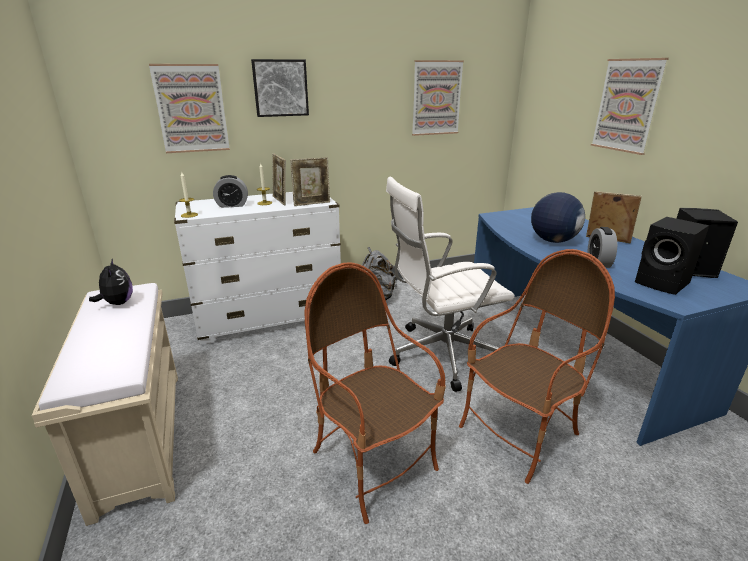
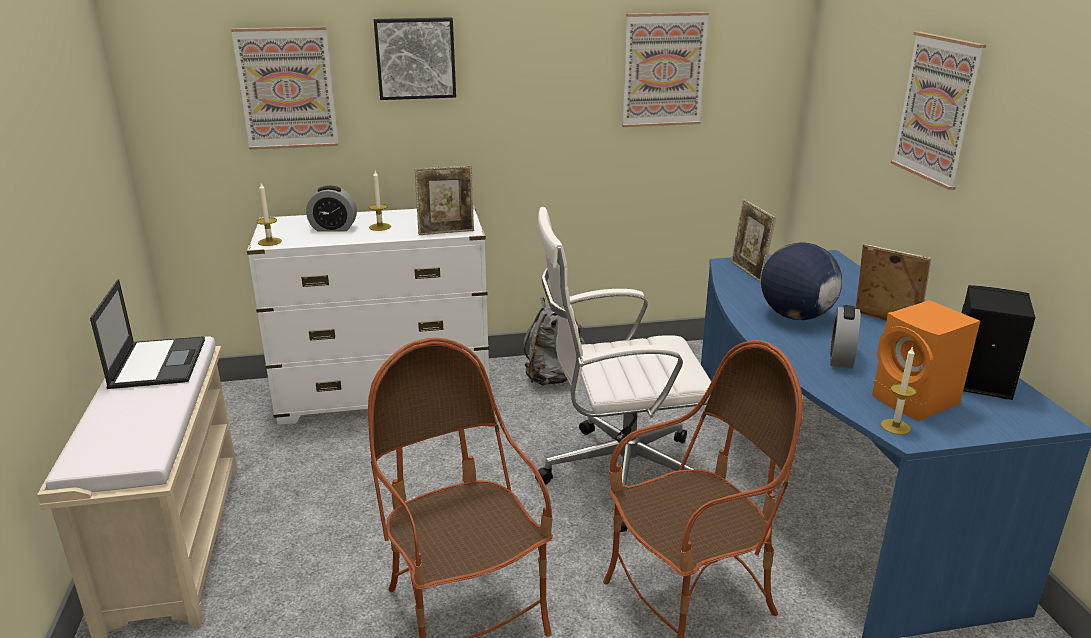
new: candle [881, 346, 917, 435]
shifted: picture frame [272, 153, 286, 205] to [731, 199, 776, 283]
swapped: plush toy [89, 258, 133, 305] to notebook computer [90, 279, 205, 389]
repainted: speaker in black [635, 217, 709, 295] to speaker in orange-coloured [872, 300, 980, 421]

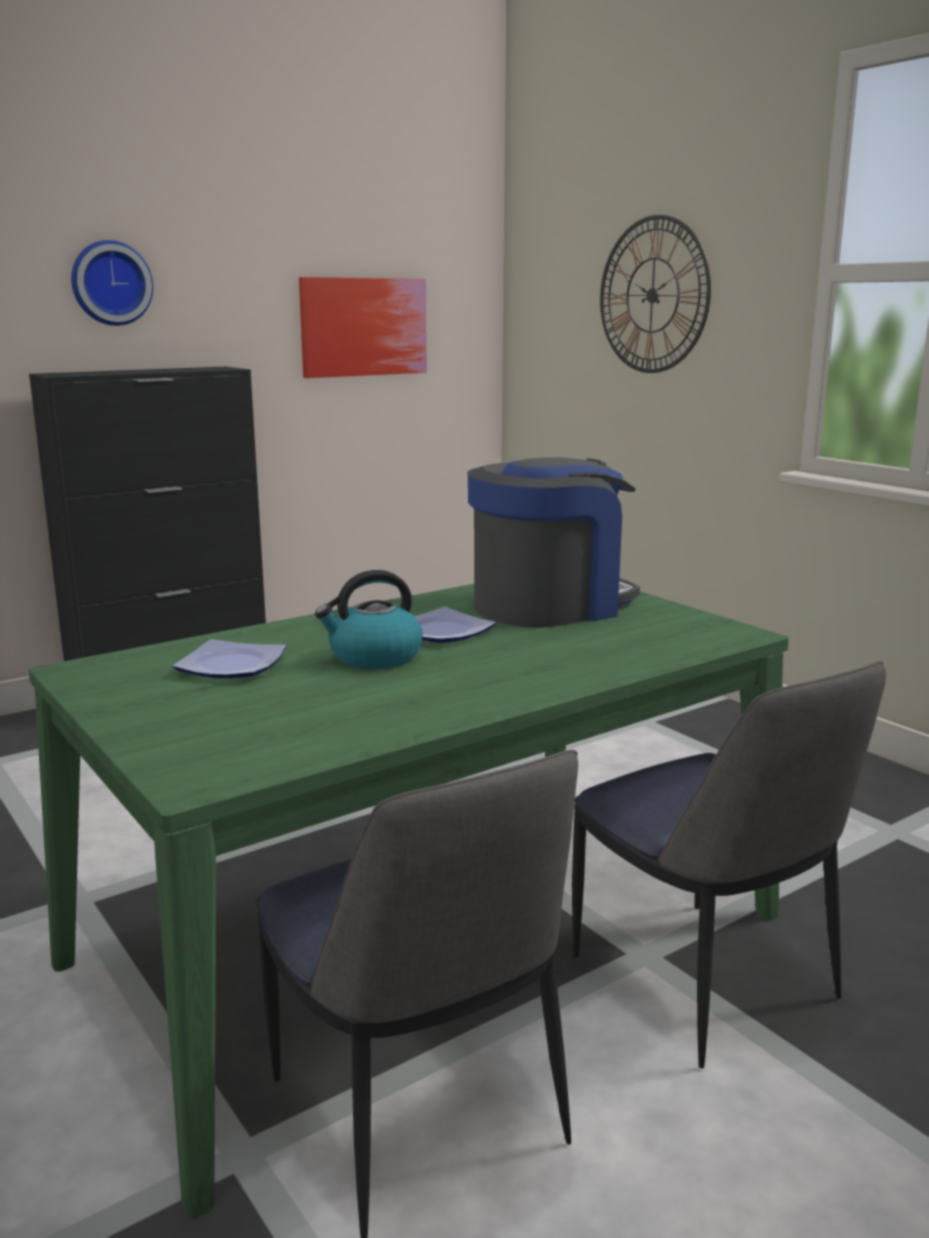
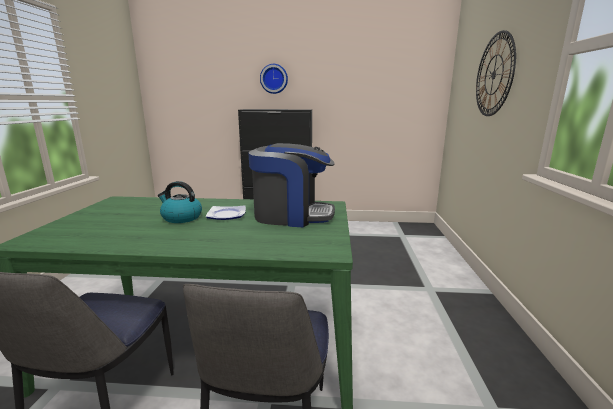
gone: dinner plate [173, 639, 286, 678]; wall art [299, 277, 427, 378]

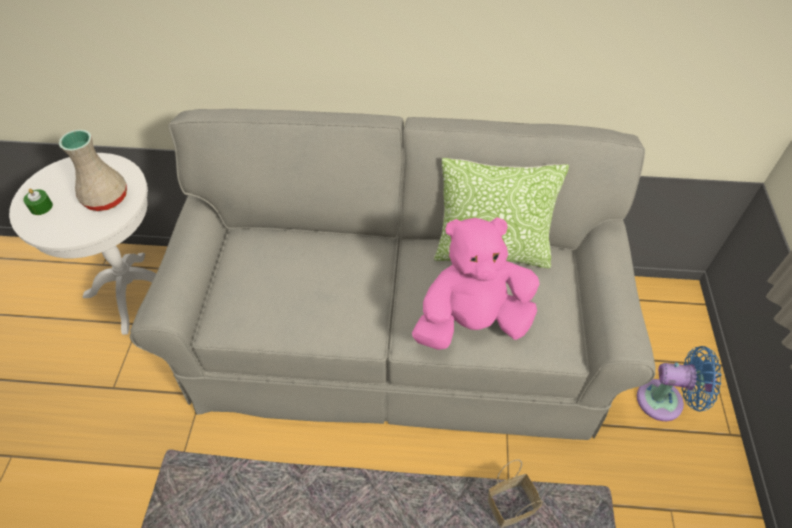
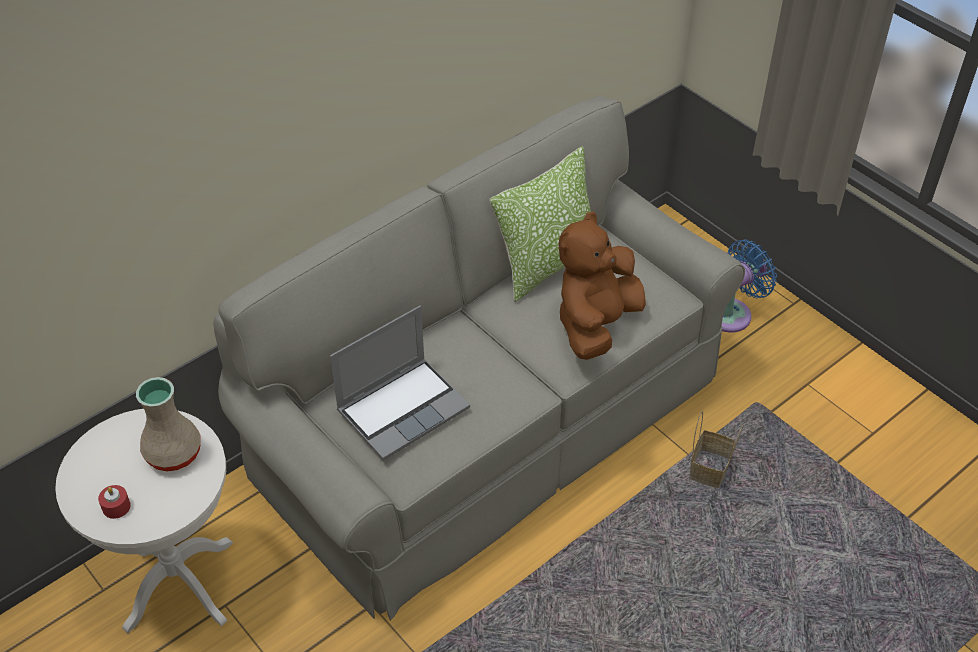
new: notebook computer [330, 305, 470, 460]
repainted: candle in green [23, 189, 53, 215] to candle in reddish [98, 485, 131, 519]; plush toy in pink [412, 217, 540, 350] to plush toy in brown [559, 211, 646, 360]

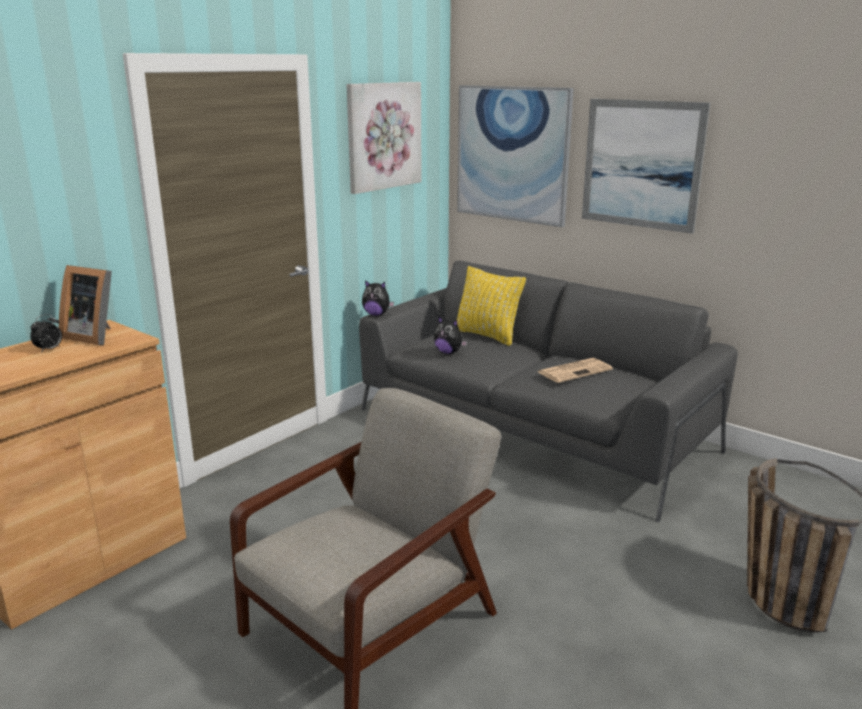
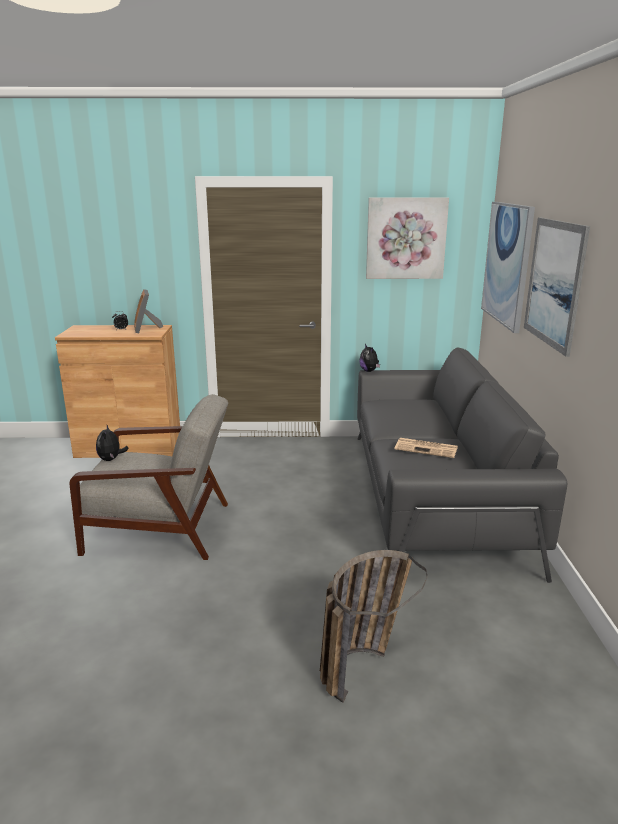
gone: pillow in yellow [457, 266, 526, 346]
shifted: plush toy [434, 316, 467, 354] to [96, 425, 129, 461]

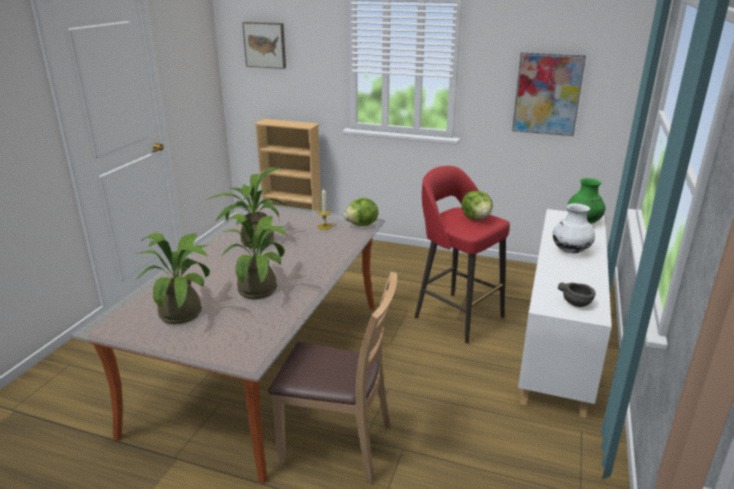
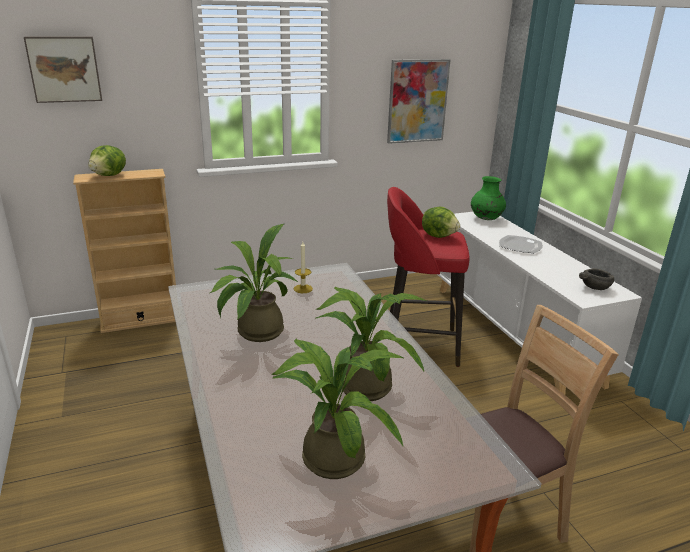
shifted: lettuce head [343, 198, 378, 226] to [88, 145, 126, 176]
swapped: vase in whitish [553, 203, 595, 253] to dinner plate [499, 235, 543, 253]

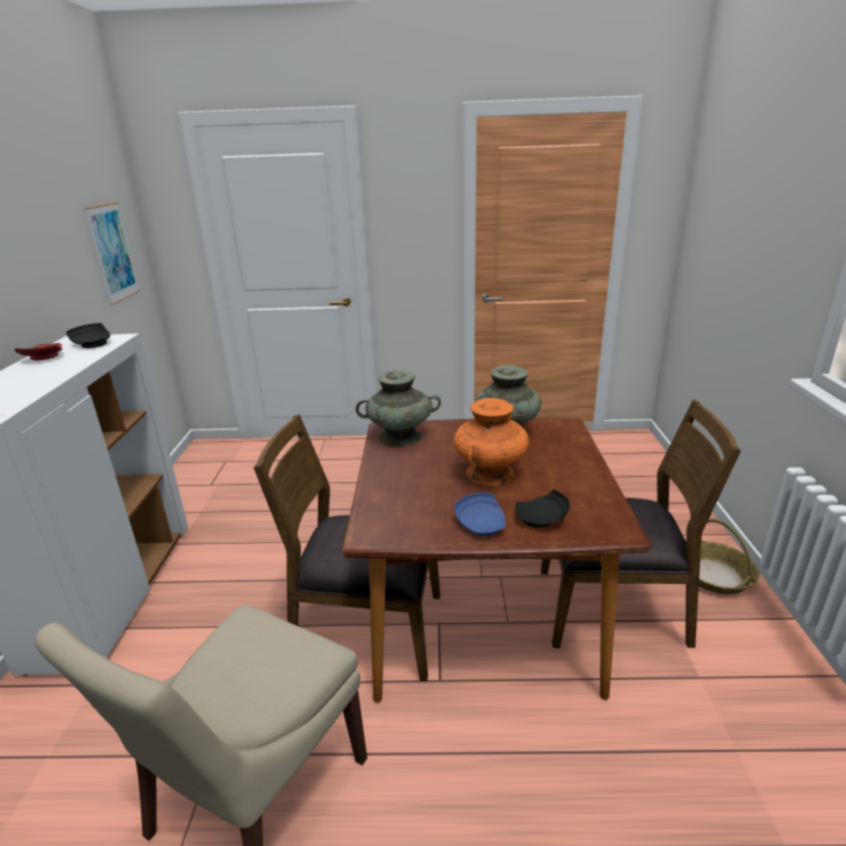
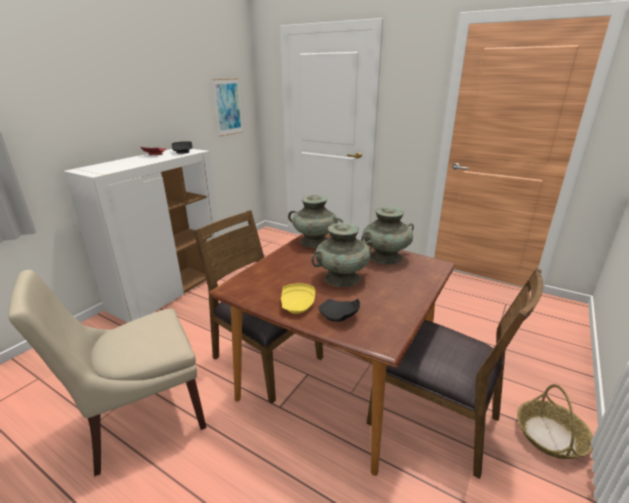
repainted: dinner plate in blue-coloured [454, 493, 506, 536] to dinner plate in yellow [281, 283, 315, 314]; vase in orange-coloured [454, 398, 529, 486] to vase in turquoise-coloured [311, 222, 373, 287]

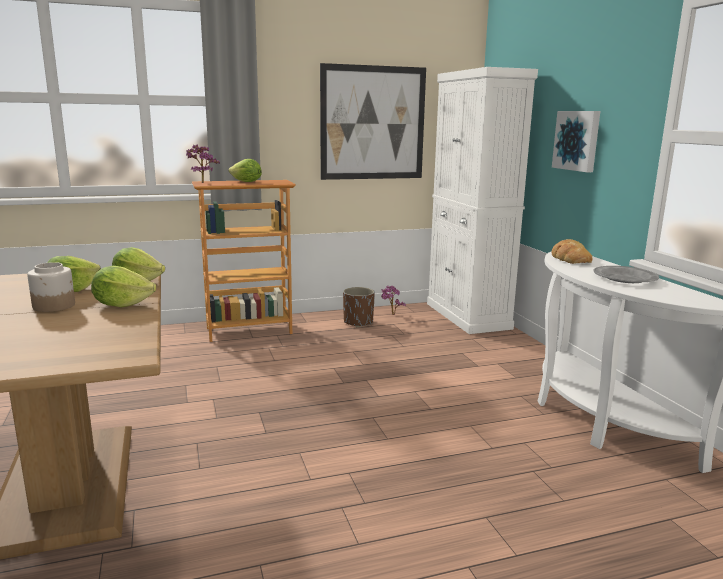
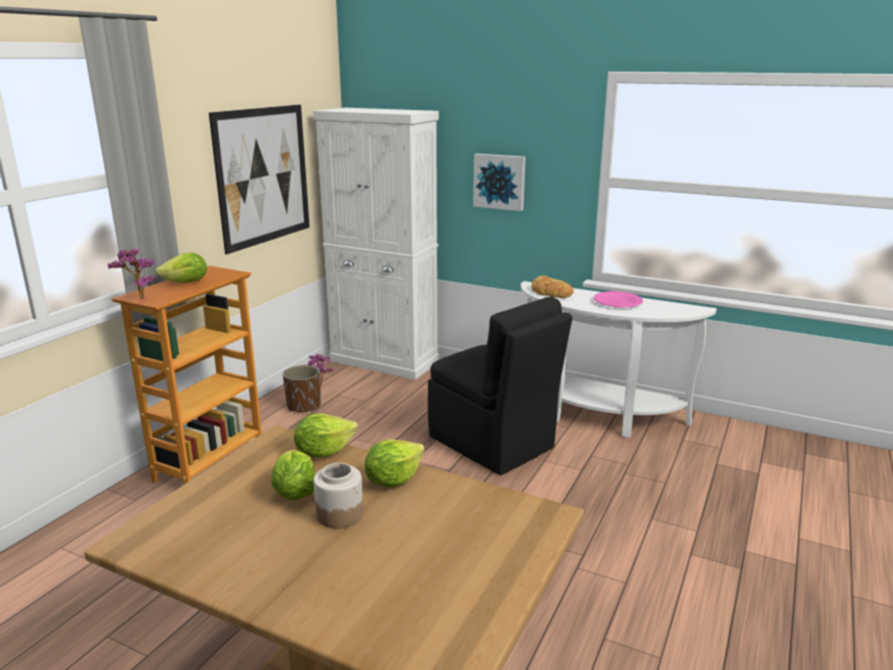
new: upright chair in black [428, 297, 572, 475]
repainted: dinner plate in greyish [593, 266, 659, 283] to dinner plate in pink [594, 291, 643, 308]

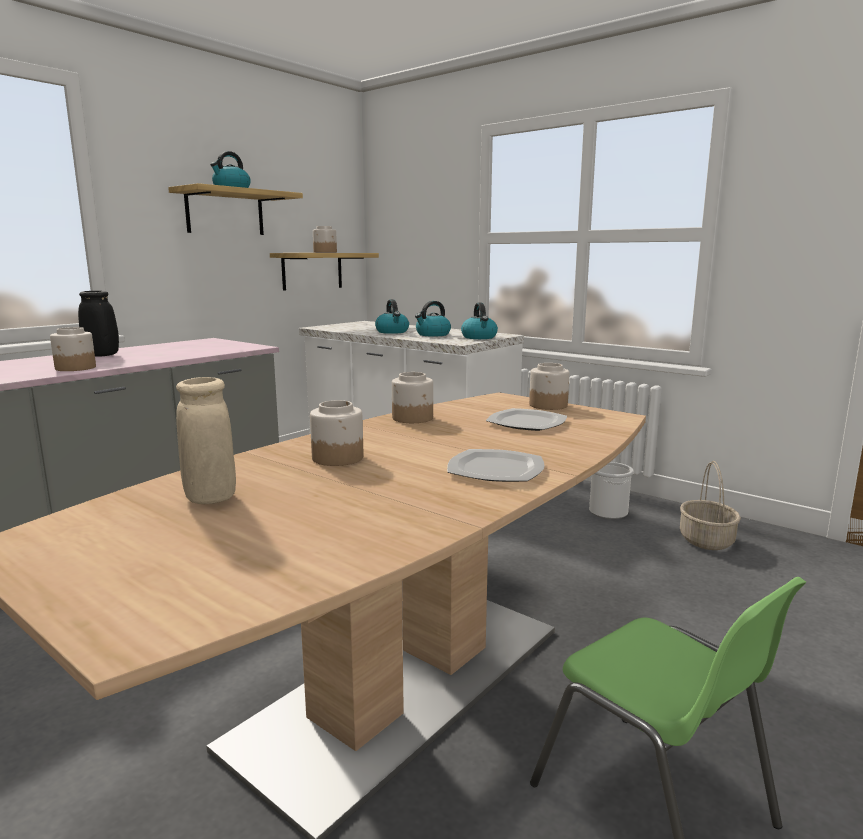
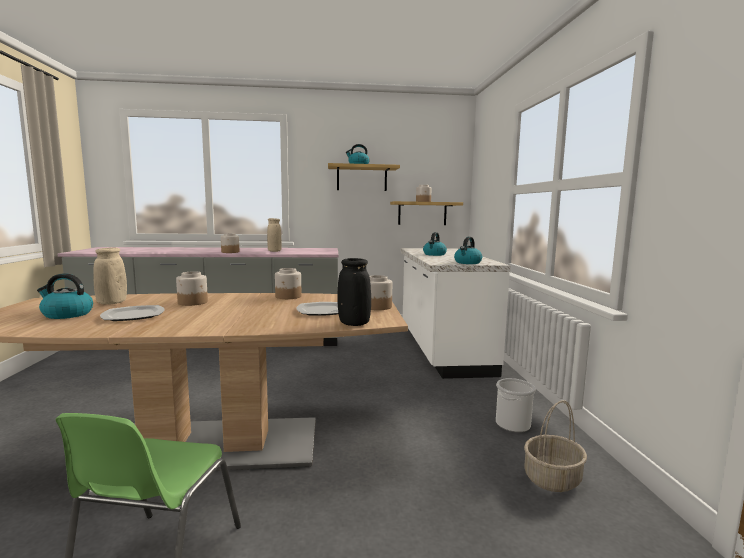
new: vase in sand-coloured [267, 218, 282, 252]
shifted: water kettle [415, 301, 451, 337] to [37, 273, 93, 319]; dinner plate [447, 449, 545, 482] to [100, 305, 165, 321]; vase in black [78, 291, 119, 357] to [337, 258, 371, 326]

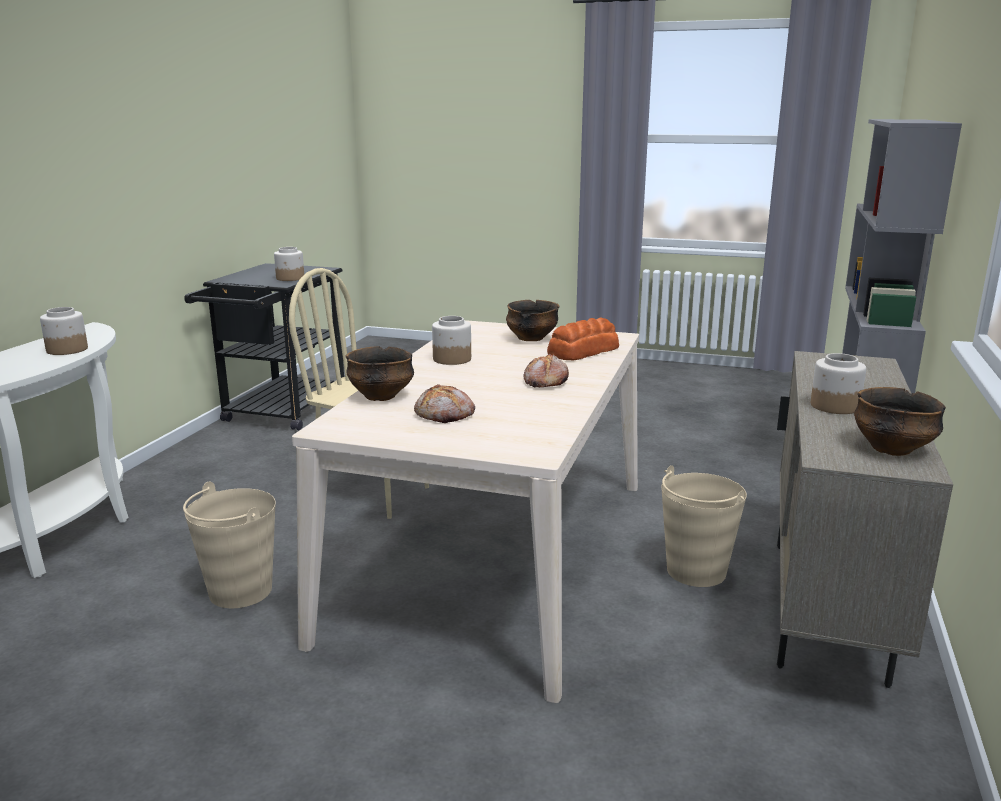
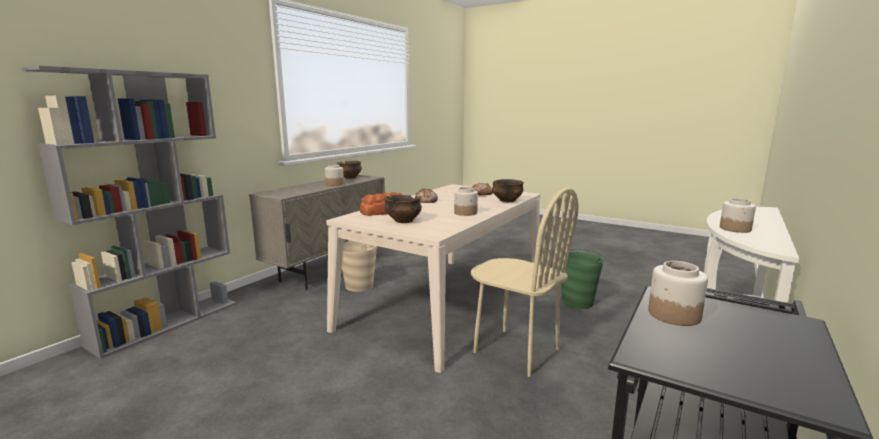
repainted: pail in sand-coloured [183, 482, 276, 608] to pail in green [560, 247, 604, 309]

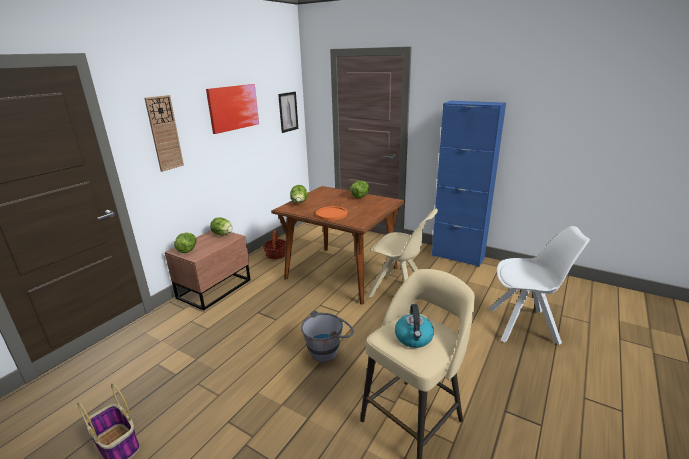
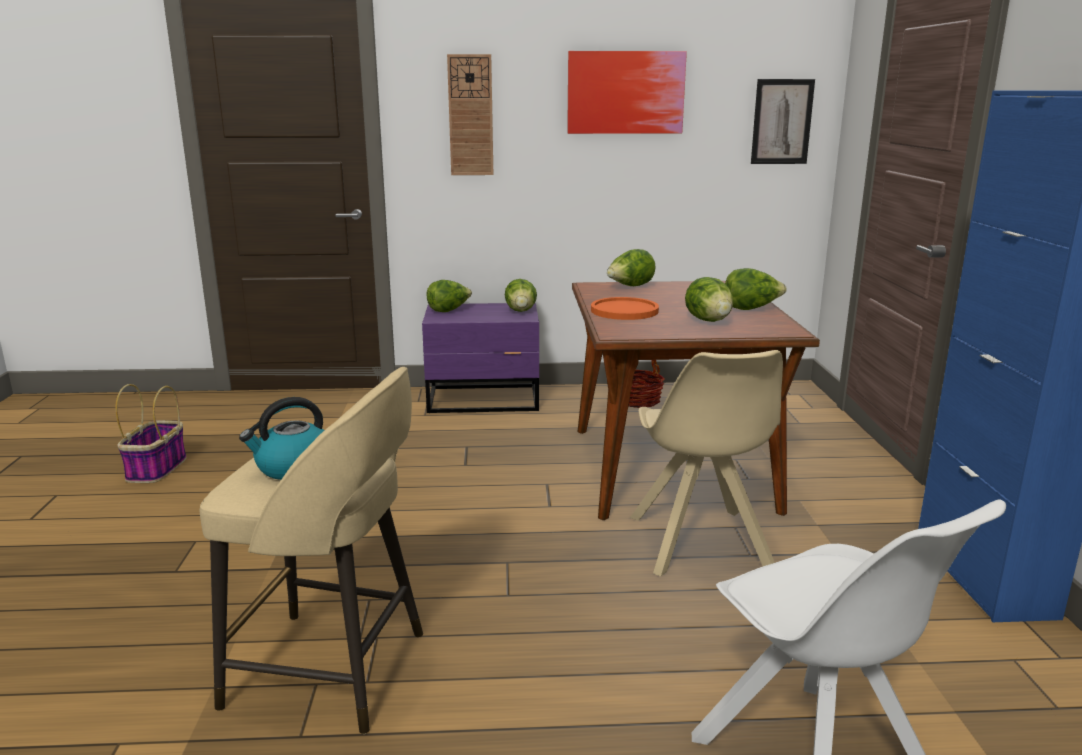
gone: pail in greyish [301, 310, 354, 362]
new: lettuce head [685, 277, 733, 322]
repainted: night table in brown [165, 231, 251, 311] to night table in purple [422, 303, 539, 413]

